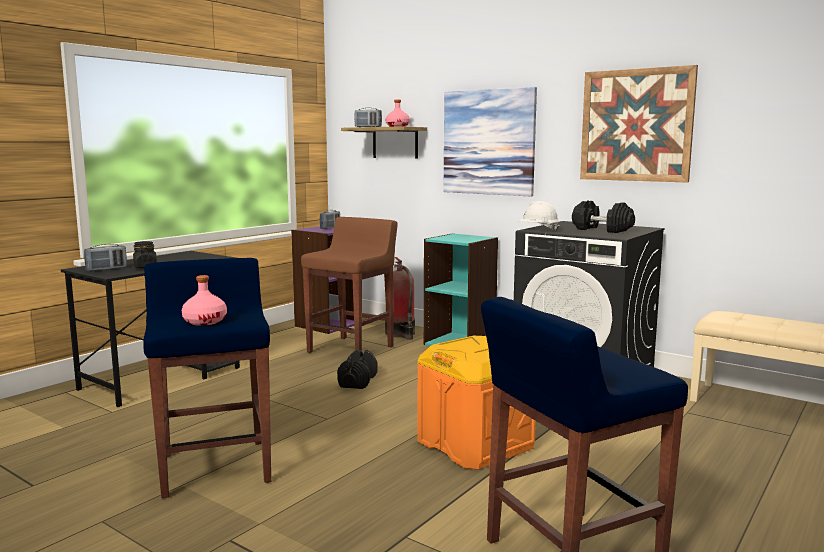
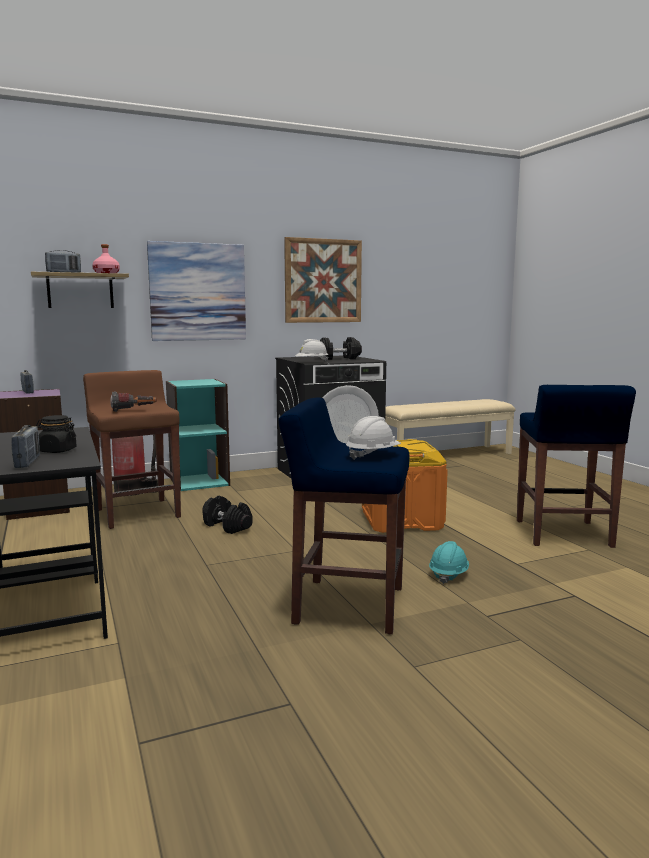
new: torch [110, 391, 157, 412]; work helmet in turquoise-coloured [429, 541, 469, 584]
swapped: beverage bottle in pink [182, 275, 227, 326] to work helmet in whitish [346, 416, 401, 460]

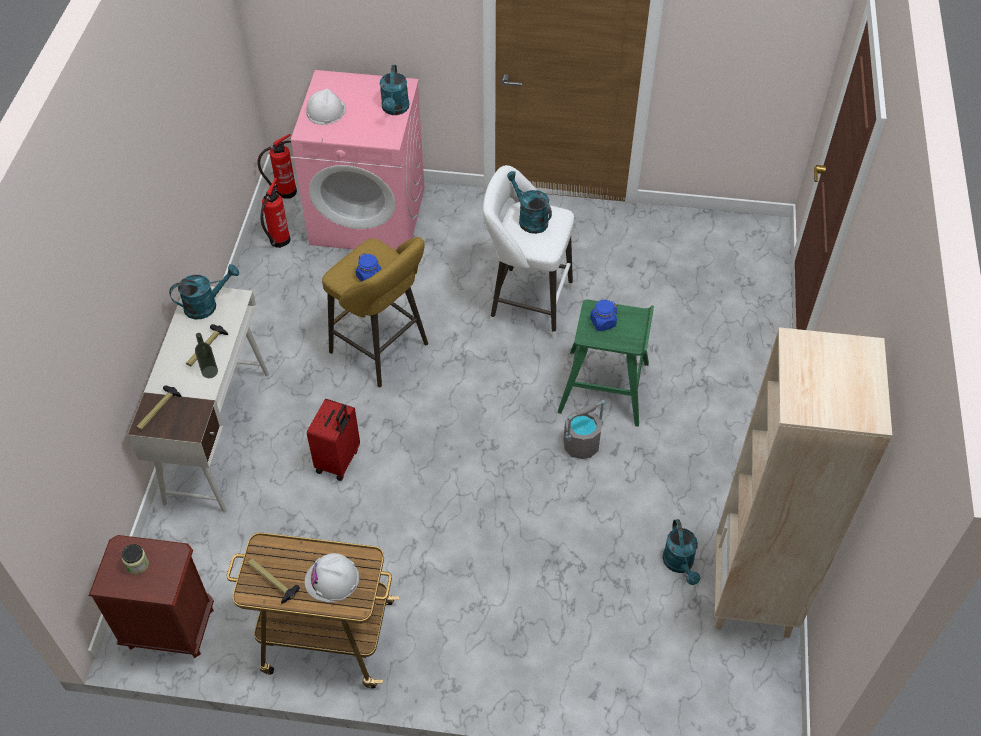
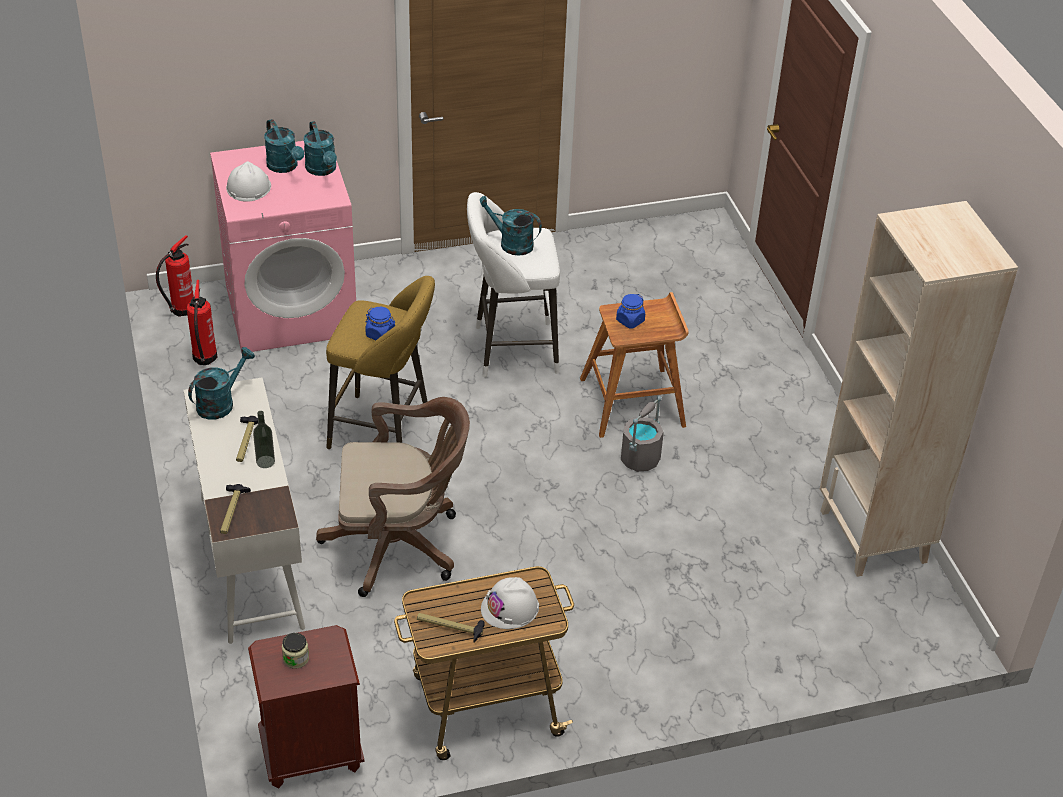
shifted: watering pot in turquoise-coloured [662, 519, 701, 585] to [264, 119, 304, 173]
swapped: travel case in reddish [307, 399, 360, 481] to computer chair in brown [316, 397, 470, 597]
repainted: stool in green [558, 300, 654, 427] to stool in brown [580, 292, 689, 438]

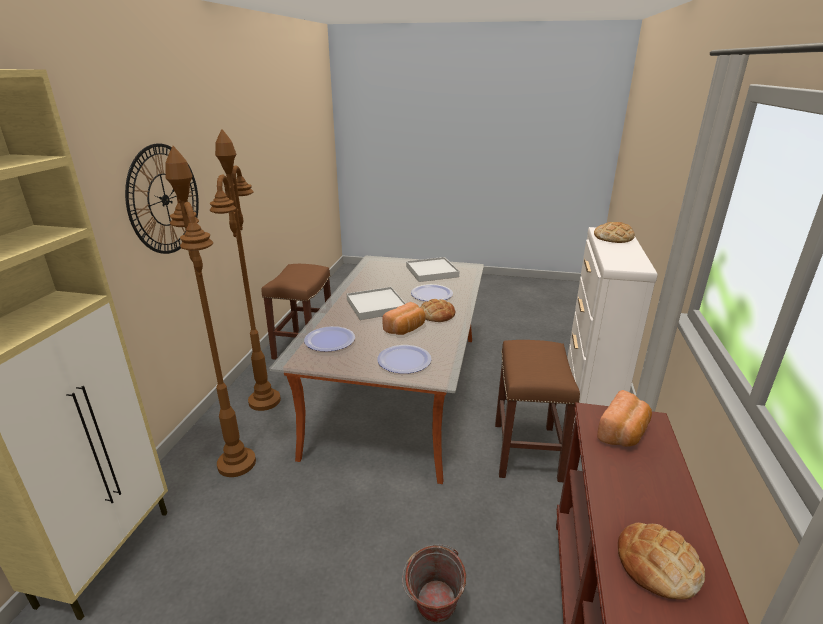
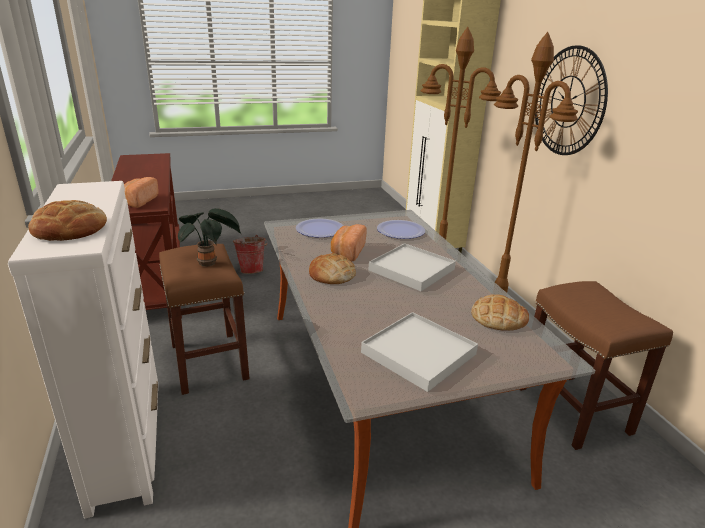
gone: dinner plate [411, 284, 453, 301]
new: plant in a pot [178, 208, 241, 267]
shifted: baked bread [618, 523, 705, 600] to [471, 294, 529, 331]

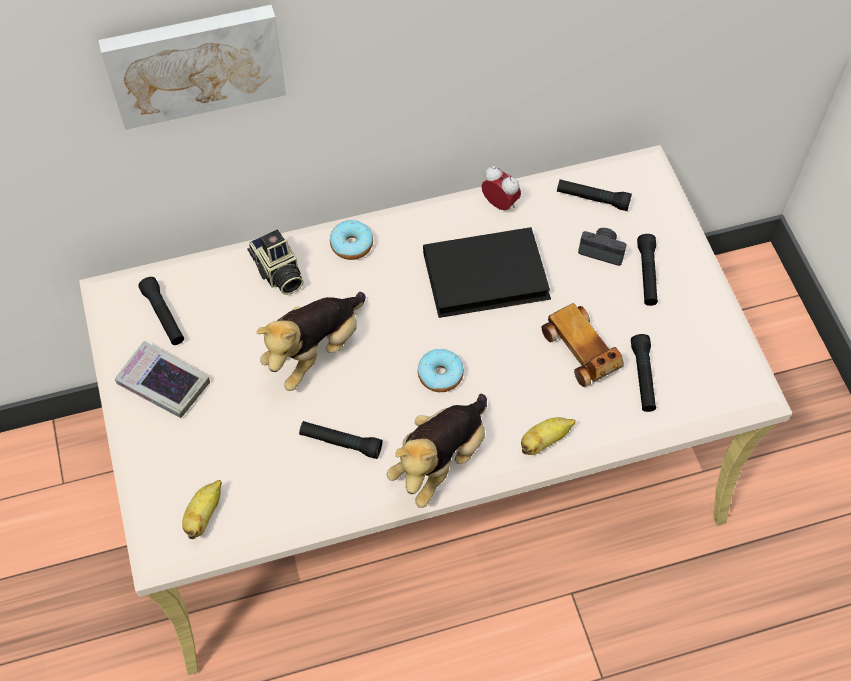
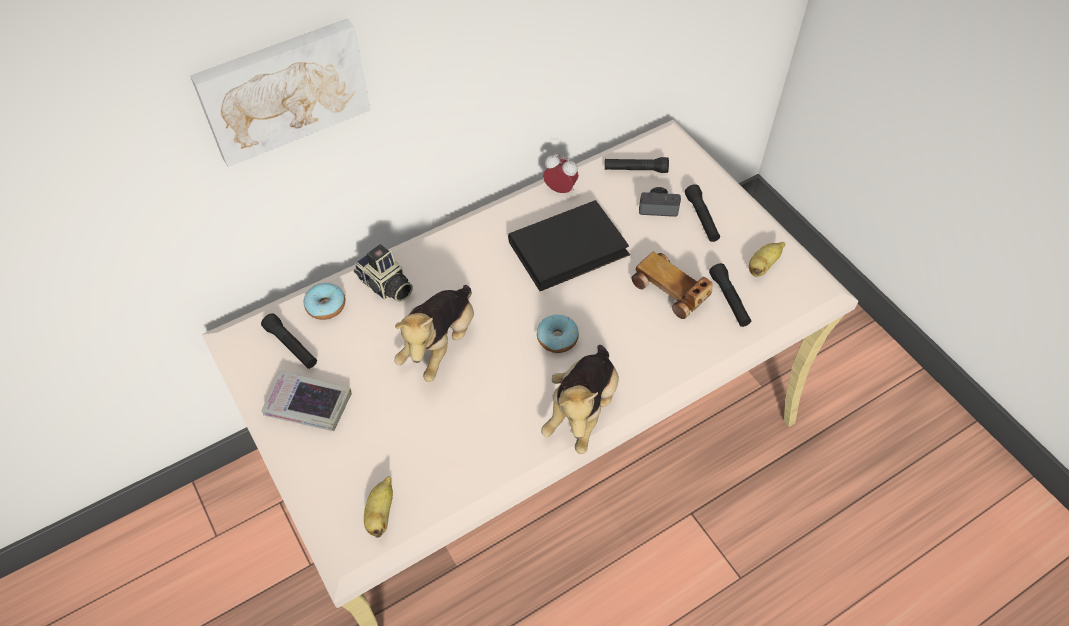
gone: torch in black [299, 421, 383, 459]
shifted: doughnut [330, 220, 373, 260] to [303, 283, 345, 320]; banana fruit [521, 417, 576, 455] to [749, 242, 785, 277]

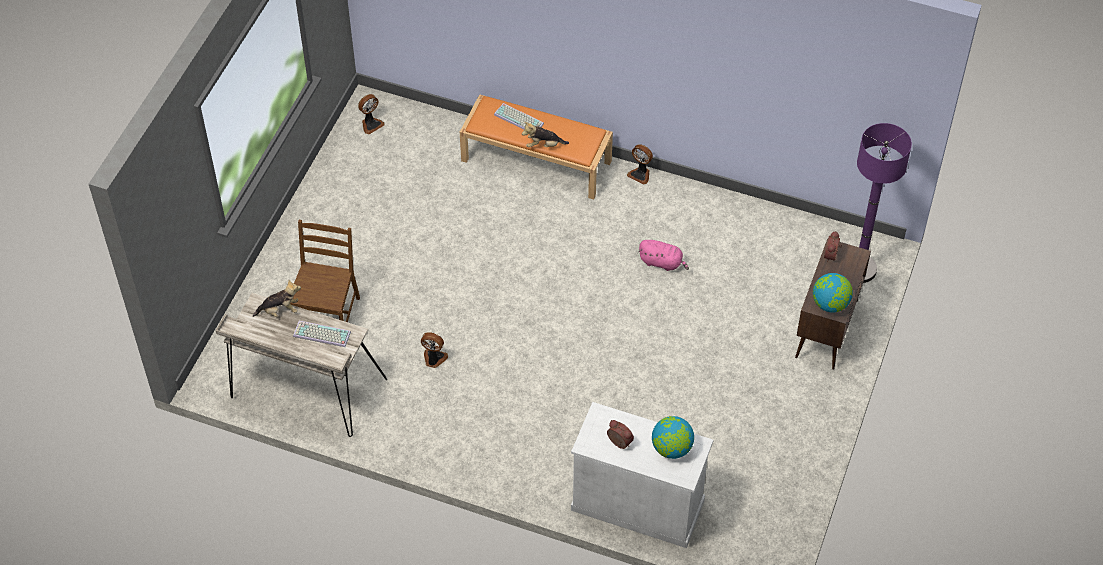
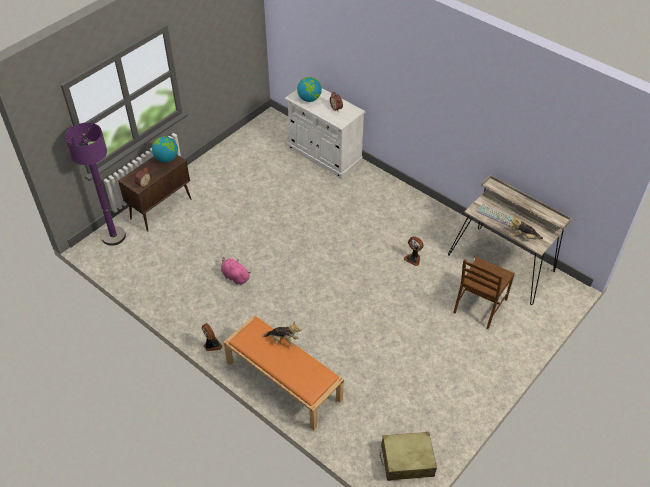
gone: keyboard [494, 103, 544, 130]
swapped: cooling fan [358, 94, 384, 134] to travel case in sand-coloured [380, 432, 437, 481]

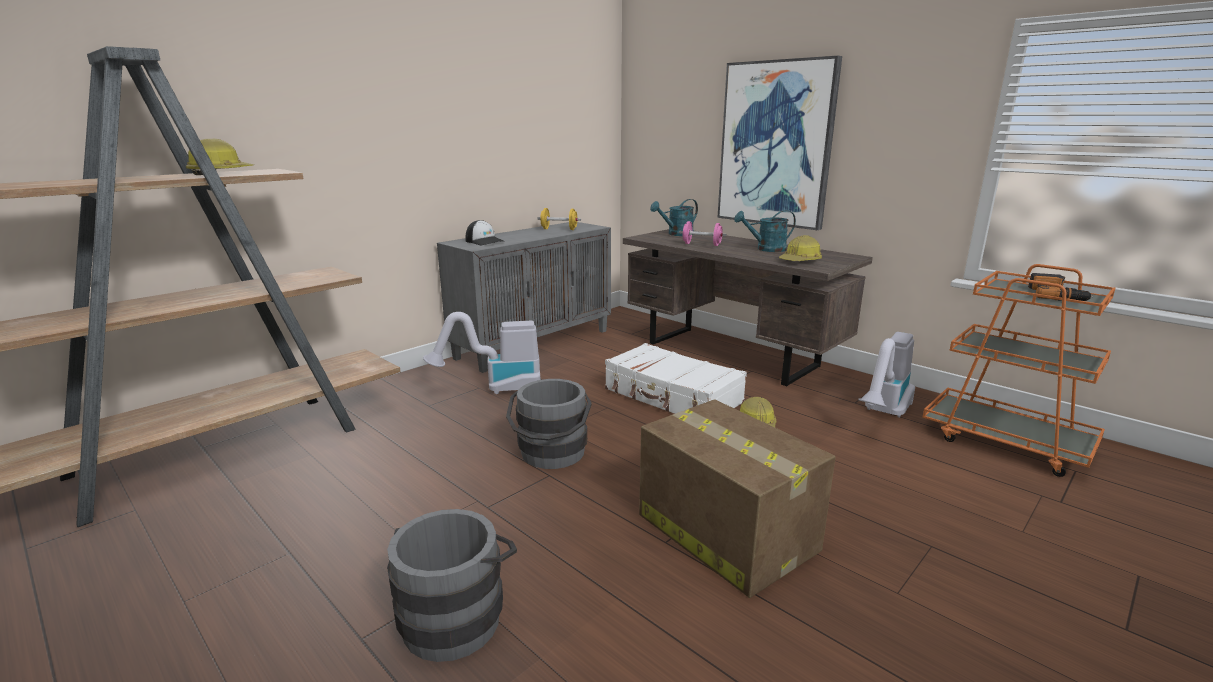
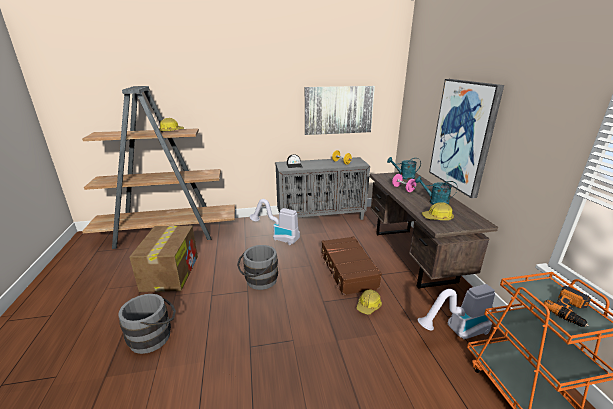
new: wall art [305, 86, 375, 135]
shifted: cardboard box [639, 399, 836, 598] to [129, 226, 198, 292]
repainted: travel case in whitish [605, 343, 747, 414] to travel case in brown [321, 236, 382, 295]

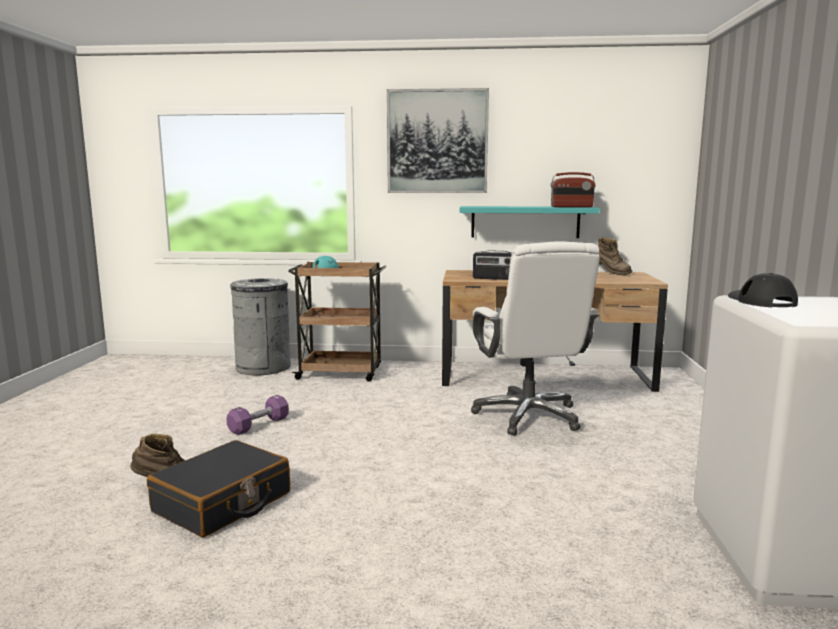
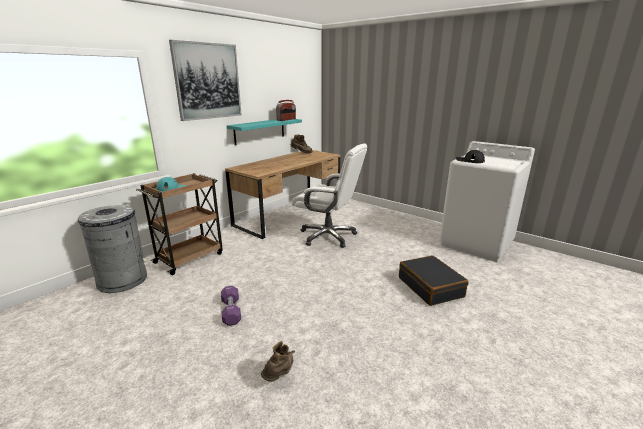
gone: radio [473, 250, 512, 280]
shifted: travel case in black [147, 440, 290, 537] to [399, 255, 469, 306]

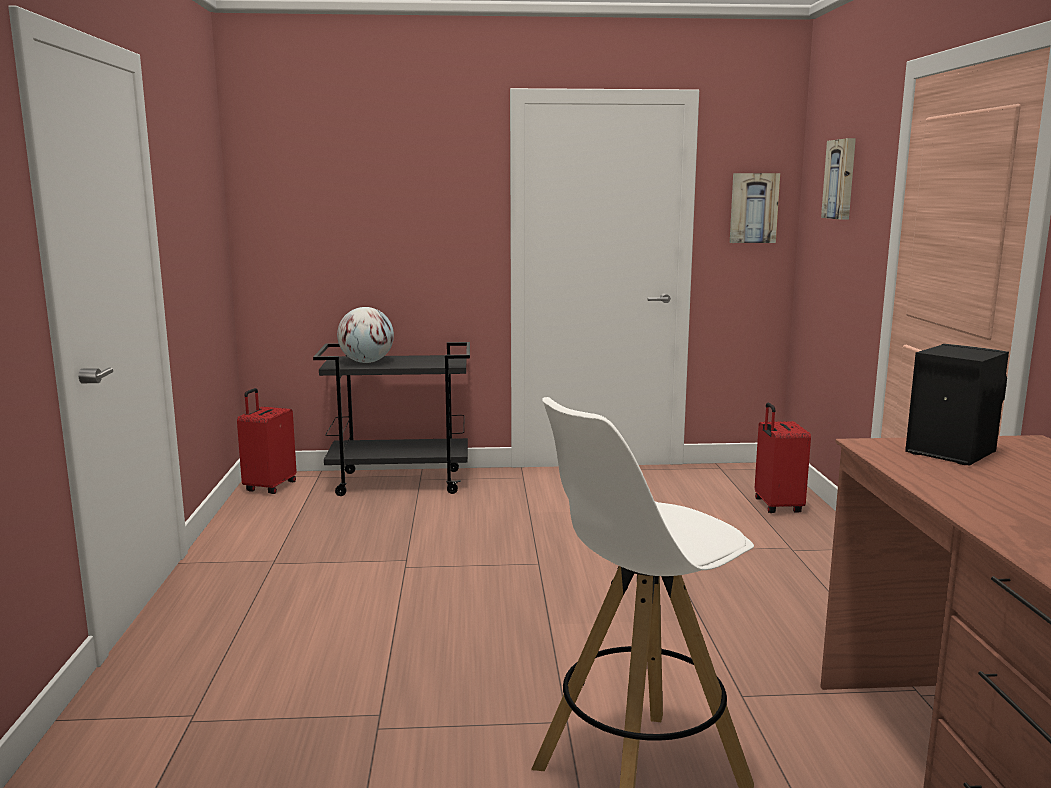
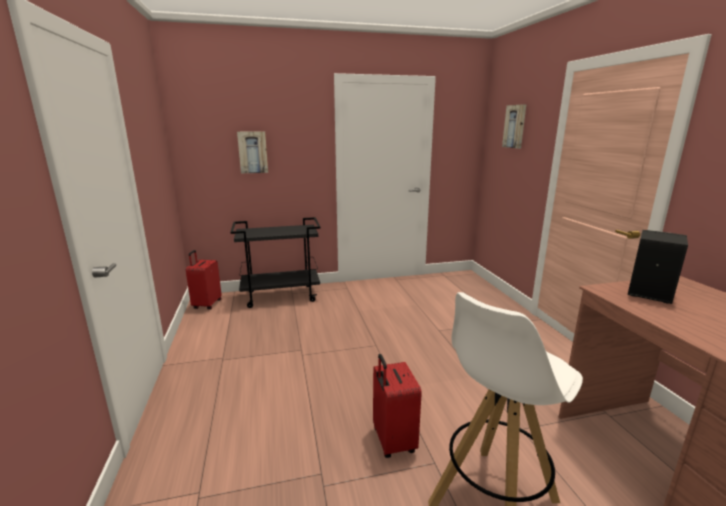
gone: desk globe [337, 307, 394, 363]
shifted: wall art [730, 173, 780, 243] to [237, 132, 268, 173]; travel case in reddish [755, 402, 811, 513] to [373, 354, 422, 458]

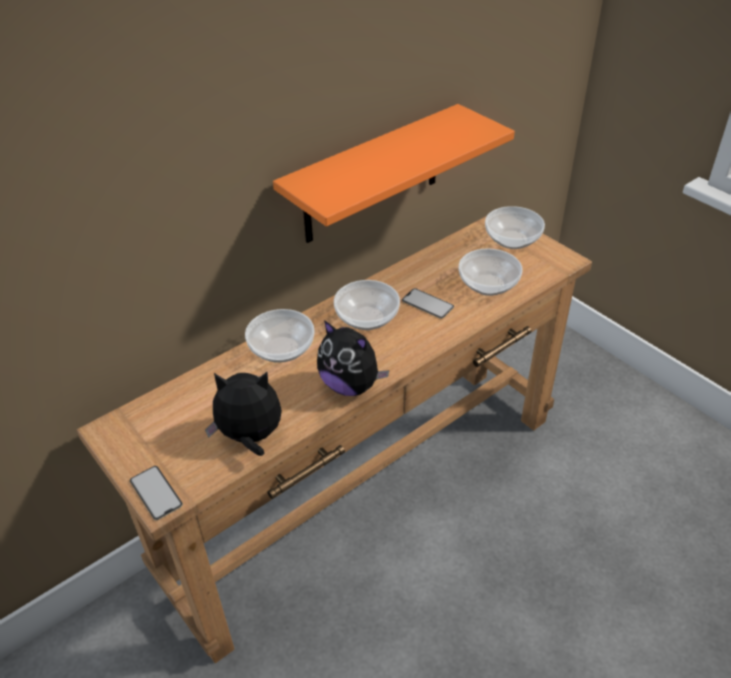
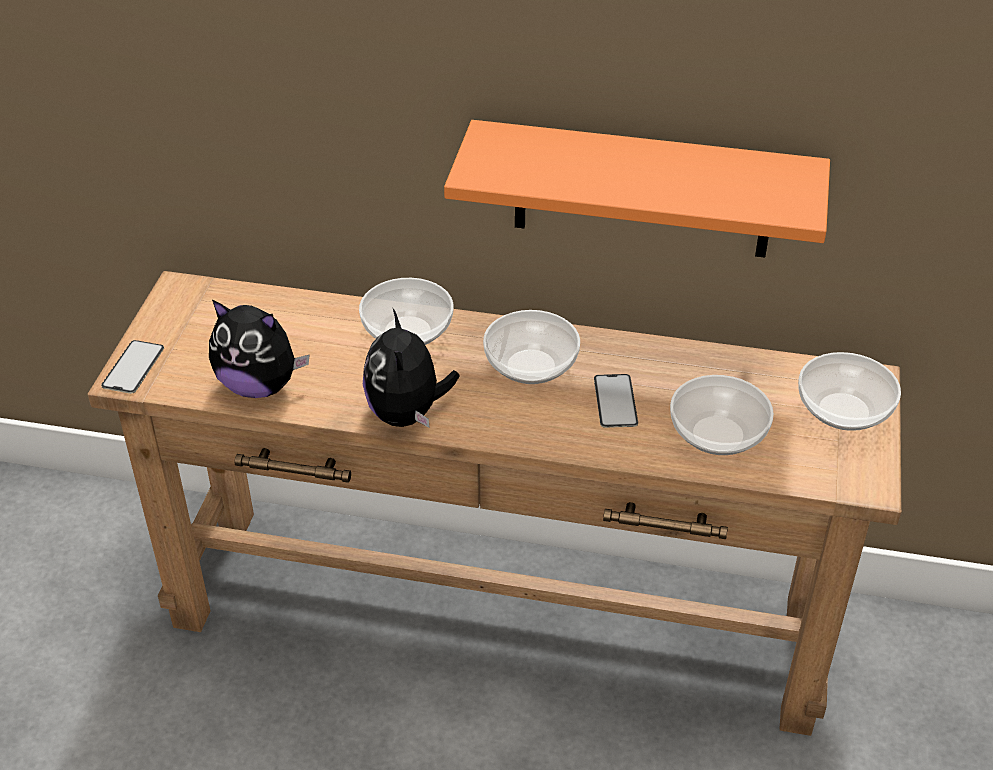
rotated: plush toy [205, 372, 282, 456] = [209, 299, 310, 398] 150 degrees clockwise

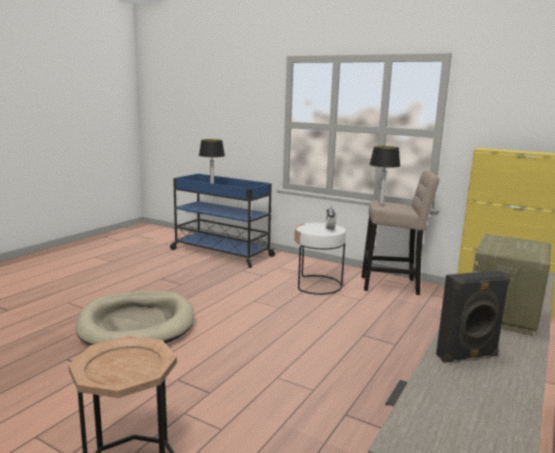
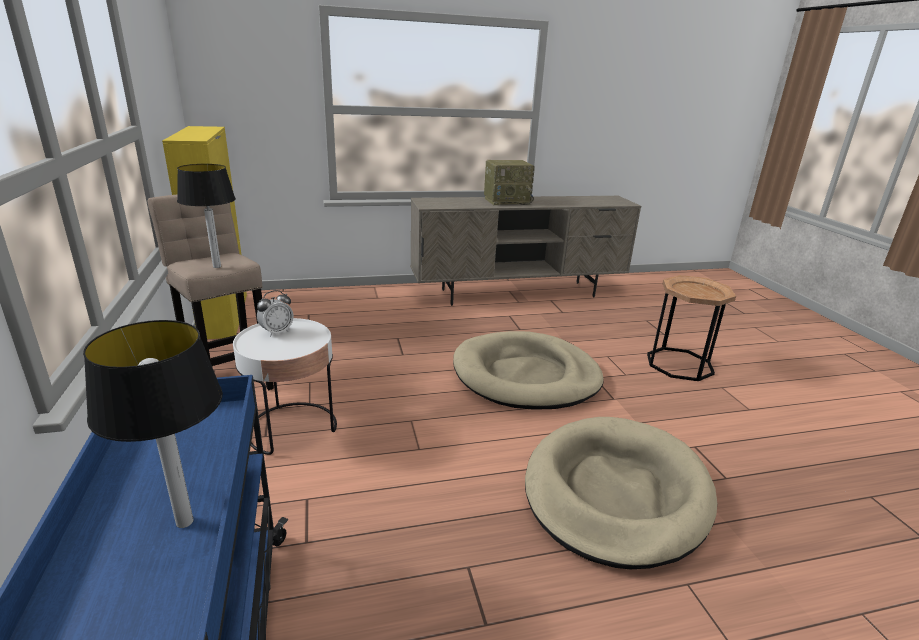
gone: speaker in black [436, 270, 511, 363]
new: dog bed in sand-coloured [453, 331, 603, 409]

